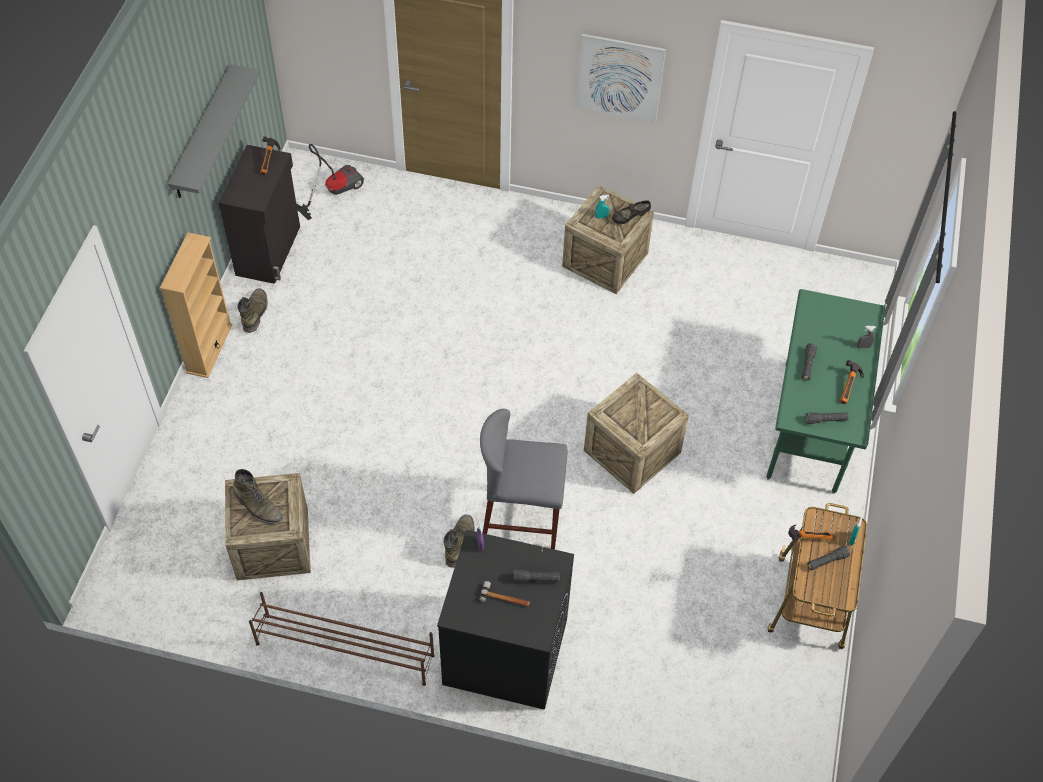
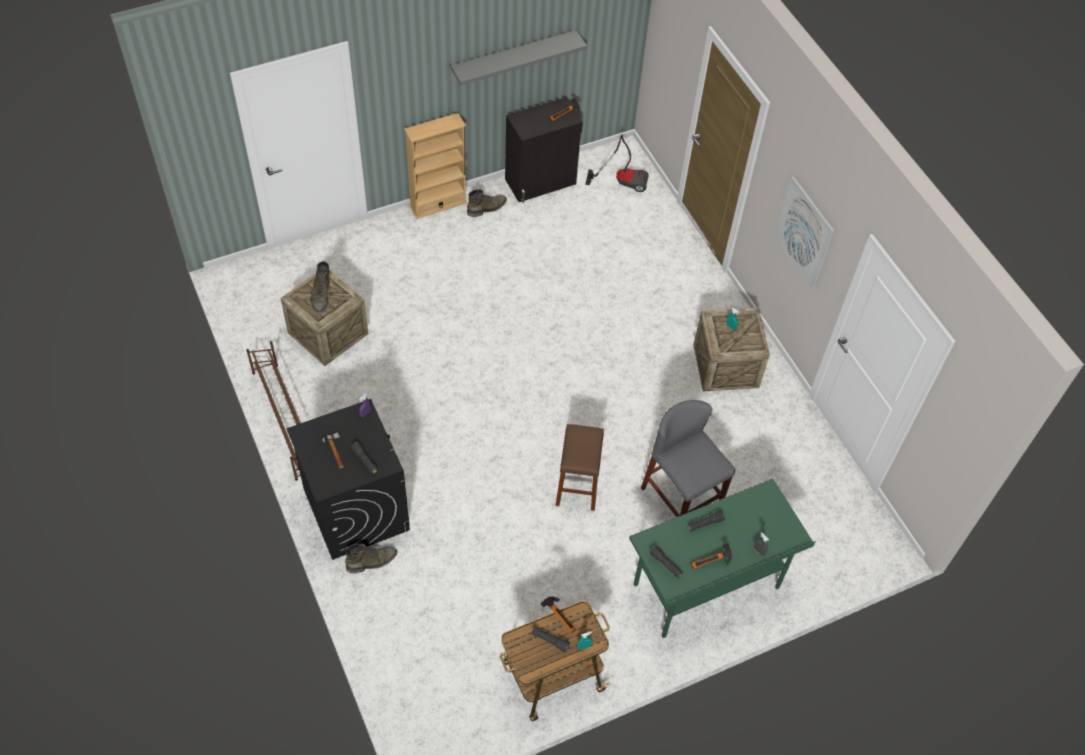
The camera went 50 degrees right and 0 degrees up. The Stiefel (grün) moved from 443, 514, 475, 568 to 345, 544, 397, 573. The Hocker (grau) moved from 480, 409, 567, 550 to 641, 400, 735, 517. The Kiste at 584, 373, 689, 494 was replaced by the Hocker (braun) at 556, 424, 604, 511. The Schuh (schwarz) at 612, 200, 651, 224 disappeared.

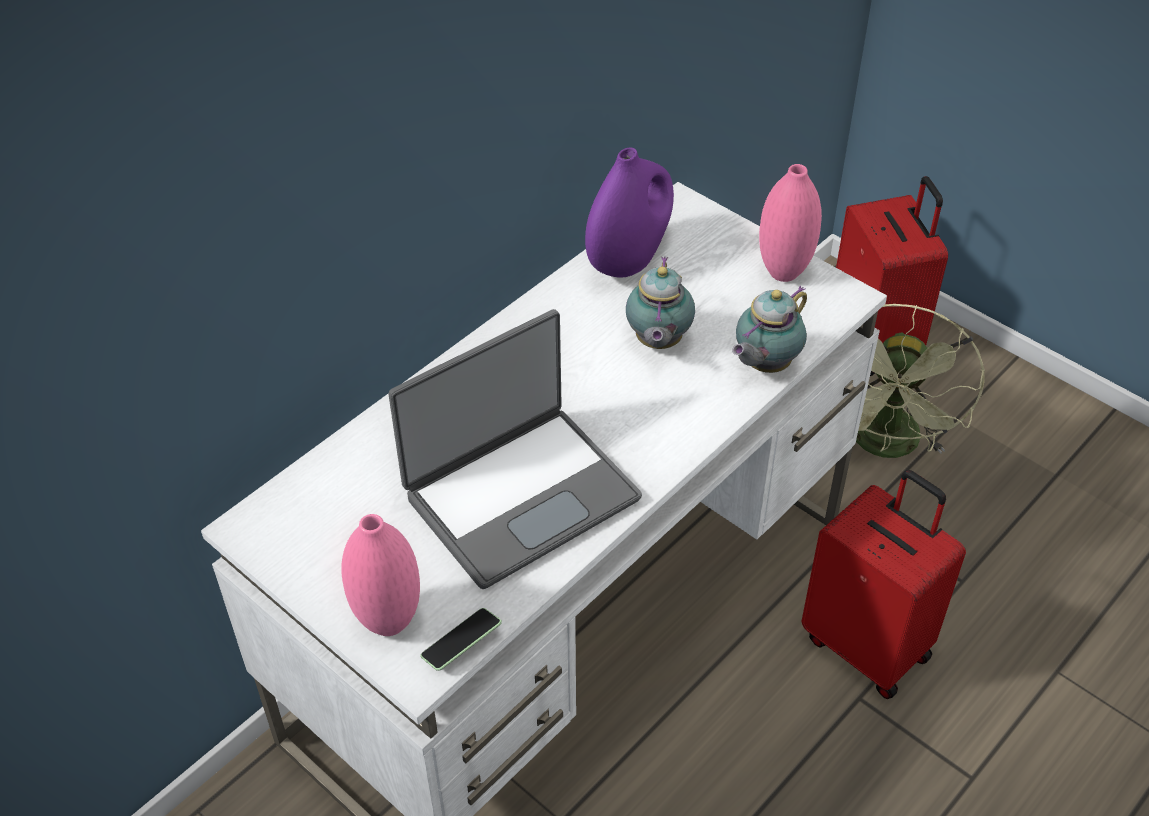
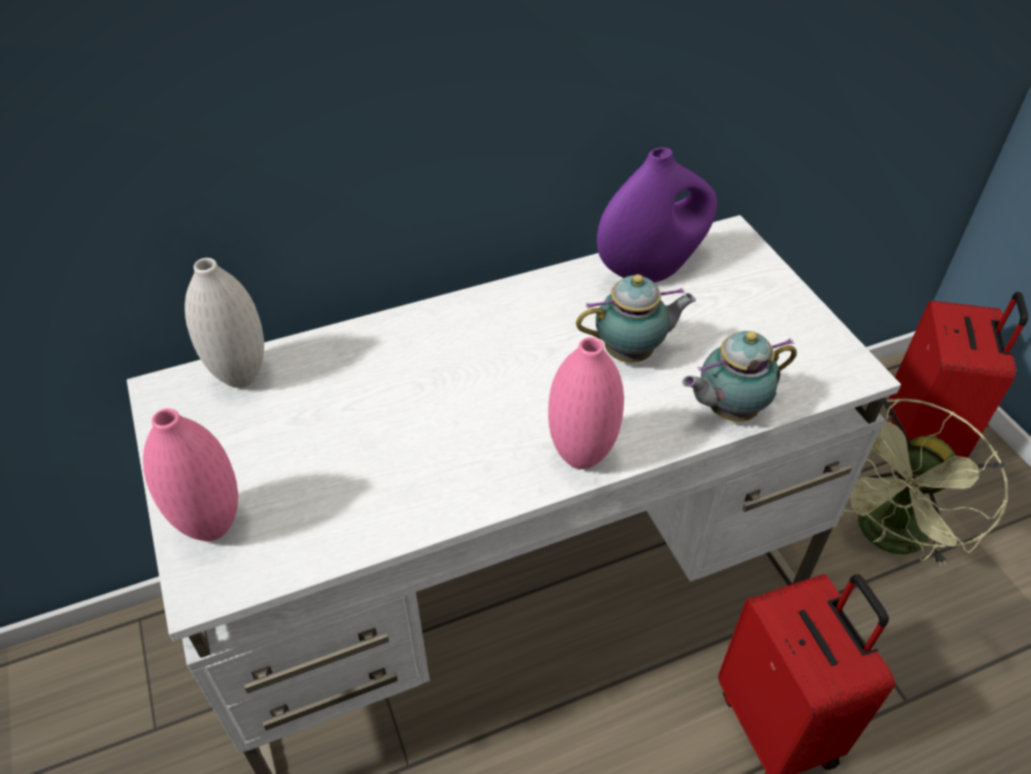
The camera went 25 degrees right and 0 degrees up. The Laptop at 389, 309, 642, 589 disappeared. The Handy at 420, 608, 502, 671 disappeared. The Teekanne at 626, 257, 695, 349 turned 135 degrees counterclockwise. The Vase (rosa) moved from 759, 164, 822, 282 to 548, 337, 624, 469. The Vase (weiß) at 185, 258, 264, 388 appeared.

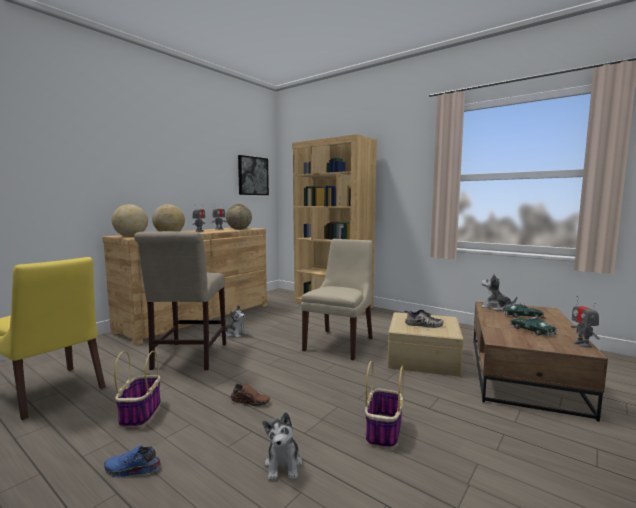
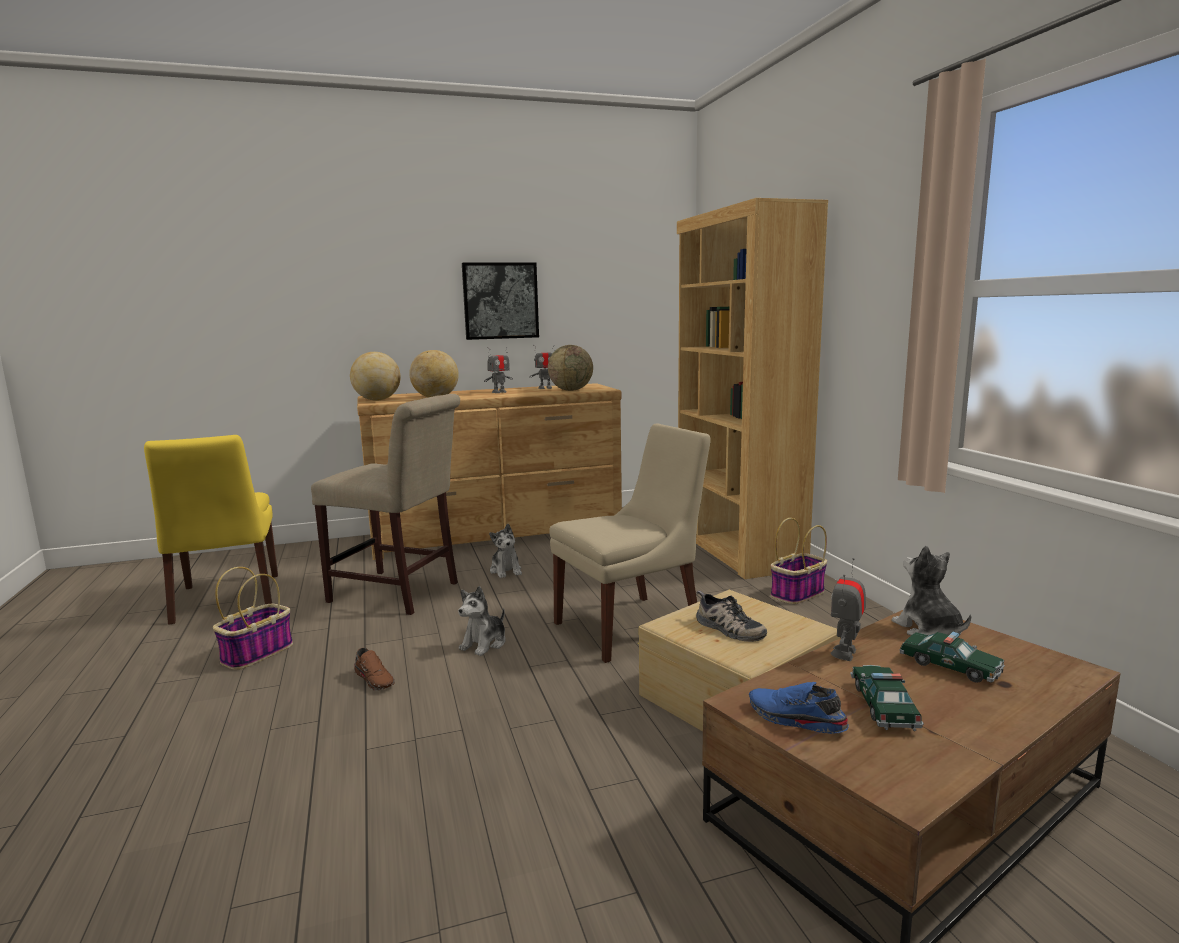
The camera went 35 degrees right and 5 degrees up. The Schuh (blau) moved from 104, 445, 161, 477 to 749, 682, 849, 734. The Stuhl (beige) at 134, 231, 226, 370 turned 105 degrees counterclockwise. The Bild moved from 238, 155, 269, 195 to 462, 262, 539, 340. The Plüschtier moved from 262, 412, 303, 481 to 458, 586, 506, 656. The Korb moved from 365, 361, 404, 449 to 771, 518, 827, 604. The Spielzeugroboter moved from 571, 296, 600, 348 to 831, 558, 866, 661.

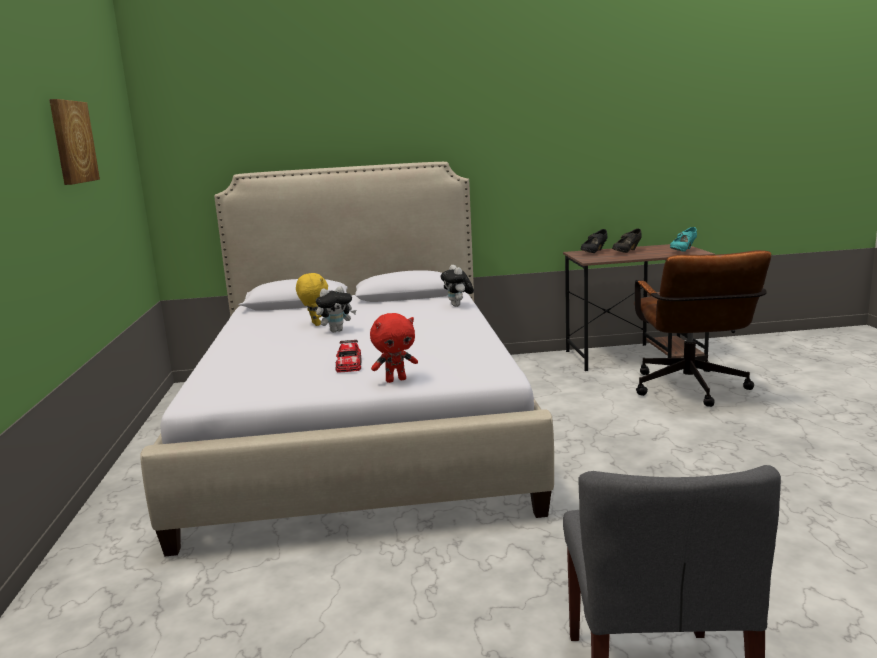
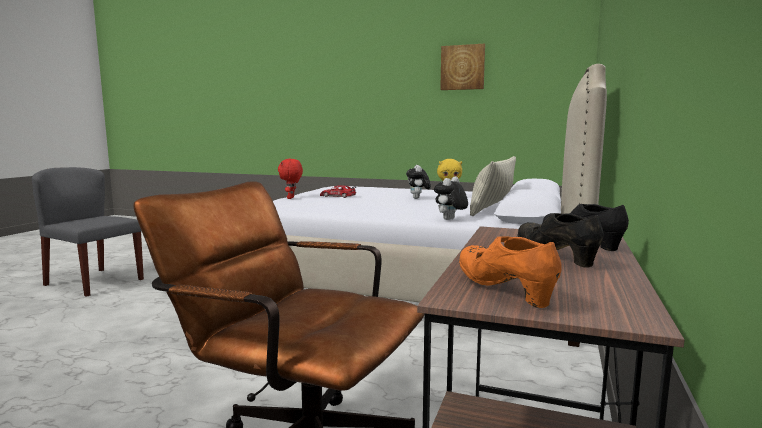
The camera went 115 degrees right and 5 degrees down. The Plüschtier at 441, 265, 474, 307 turned 60 degrees counterclockwise. The Schuh (türkis) at 670, 227, 697, 252 became the Schuh (orange) at 459, 236, 562, 308. The Kissen at 470, 156, 516, 216 appeared.

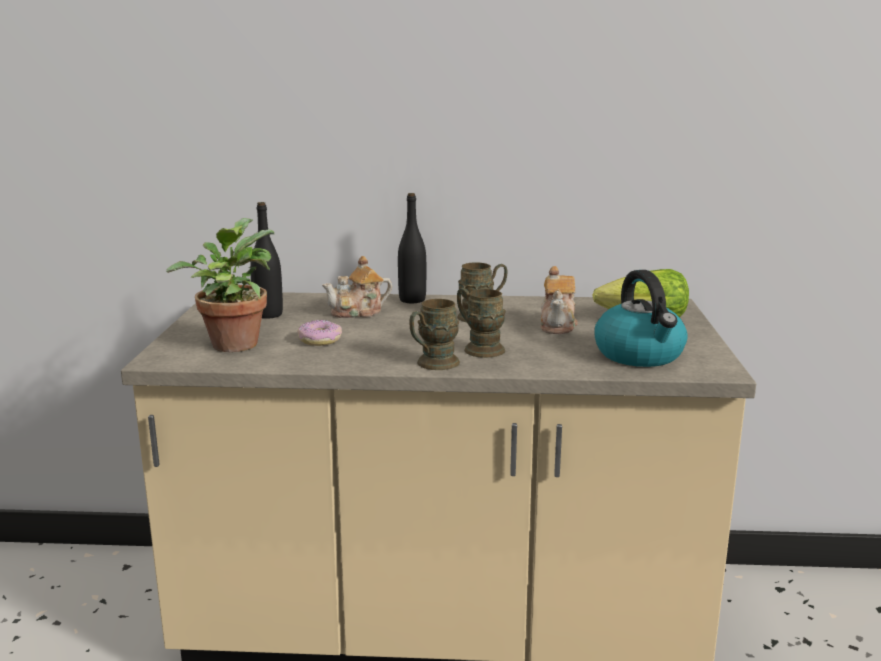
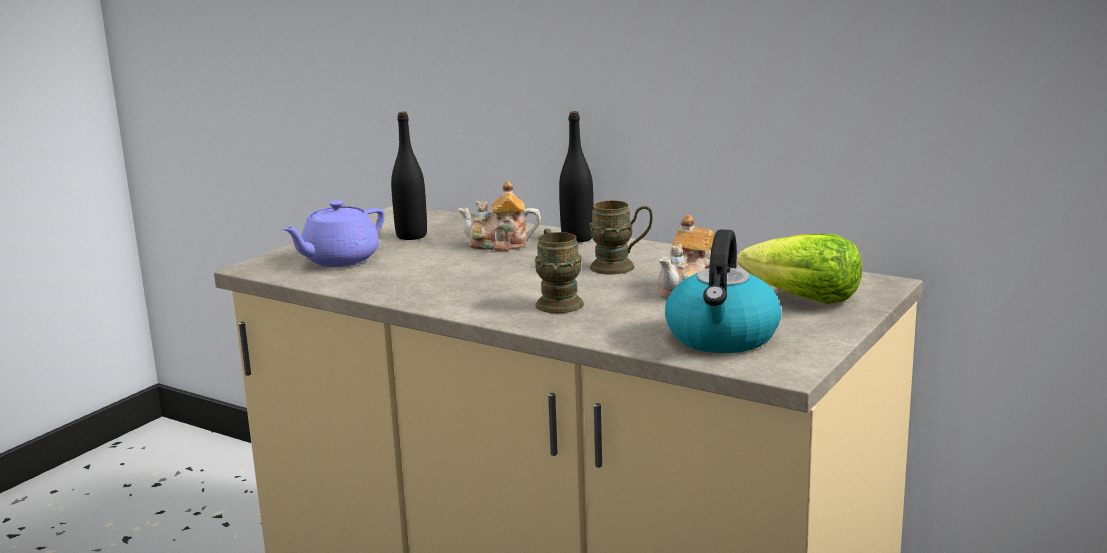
The camera went 30 degrees right and 0 degrees up. The Topfpflanze at 166, 218, 274, 352 was replaced by the Teekanne (lila) at 282, 200, 385, 267. The Donut at 297, 320, 342, 346 disappeared. The Henkelbecher (braun) at 410, 299, 460, 370 disappeared.

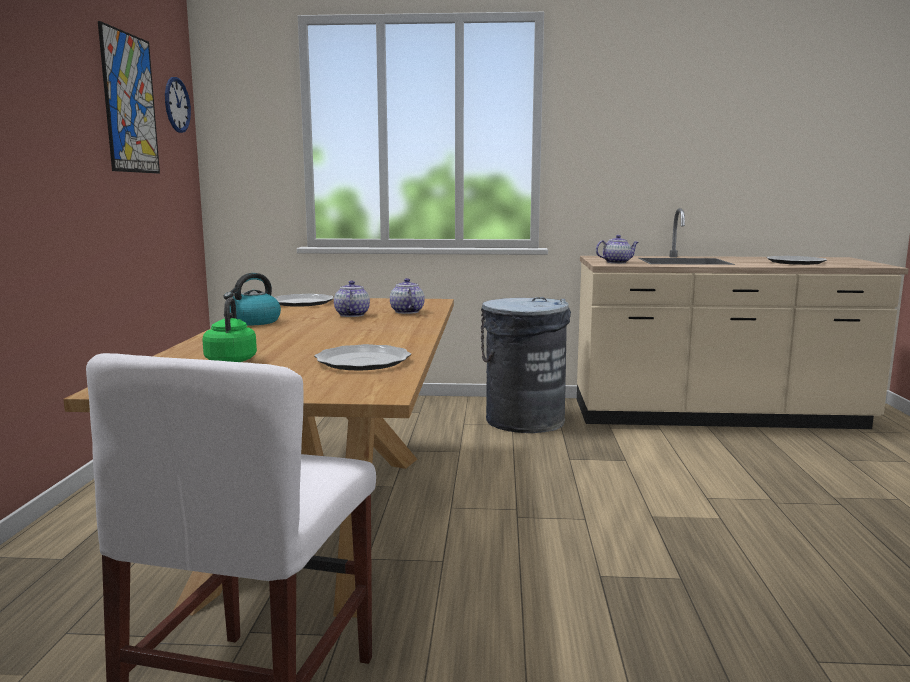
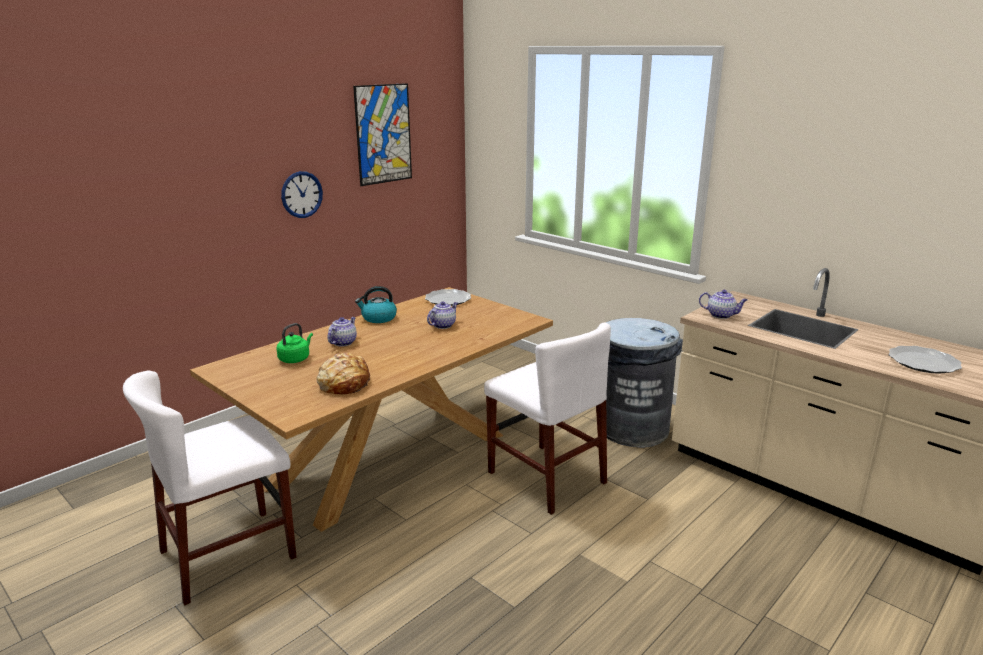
The camera went 40 degrees right and 10 degrees up. The Wanduhr moved from 165, 77, 191, 133 to 281, 171, 323, 218. The Teller at 314, 344, 411, 370 was replaced by the Brot at 317, 353, 370, 394. The Teekanne moved from 390, 278, 425, 314 to 328, 317, 357, 346. The Stuhl (weiß) at 484, 322, 611, 515 appeared.

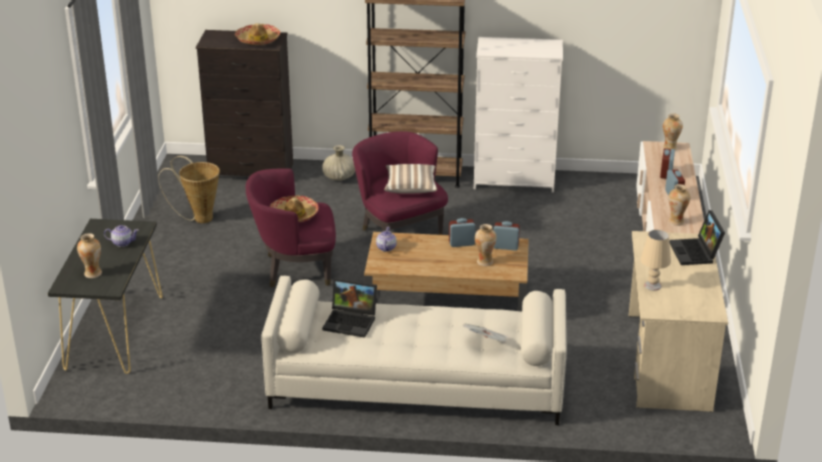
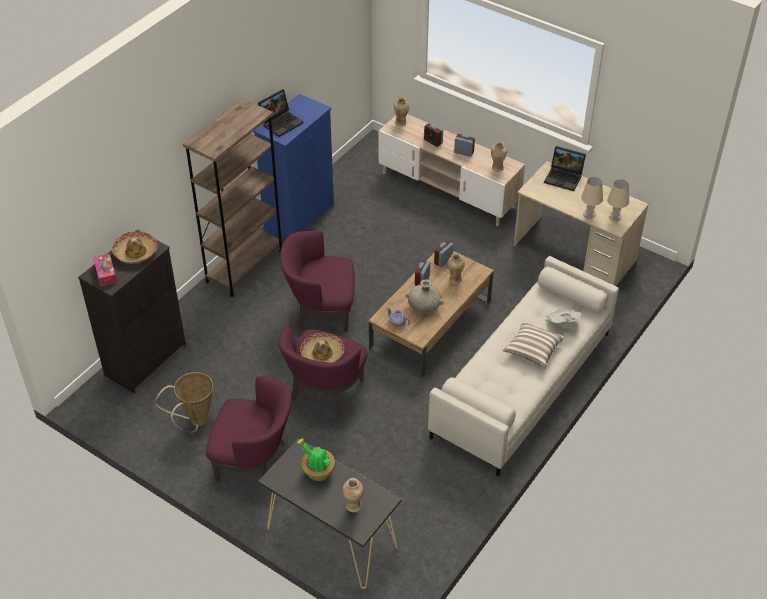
The camera went 60 degrees left and 15 degrees up. The Teekanne at 104, 225, 139, 247 was replaced by the Topfpflanze at 297, 438, 335, 481. The Vase (beige) moved from 322, 145, 355, 181 to 405, 280, 444, 313. The Laptop moved from 322, 278, 377, 338 to 258, 89, 304, 137. The Kissen moved from 384, 164, 437, 194 to 503, 321, 565, 369. The Kommode (weiß) at 474, 37, 563, 193 became the Kommode (blau) at 253, 94, 334, 240. The Taschentuchbox at 93, 254, 117, 286 appeared. The Sessel (lila) at 206, 376, 291, 482 appeared. The Tischlampe (beige) at 607, 179, 629, 221 appeared.

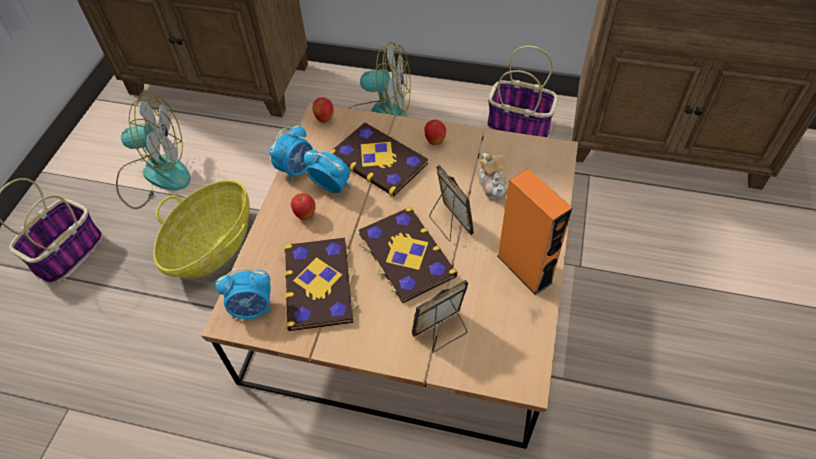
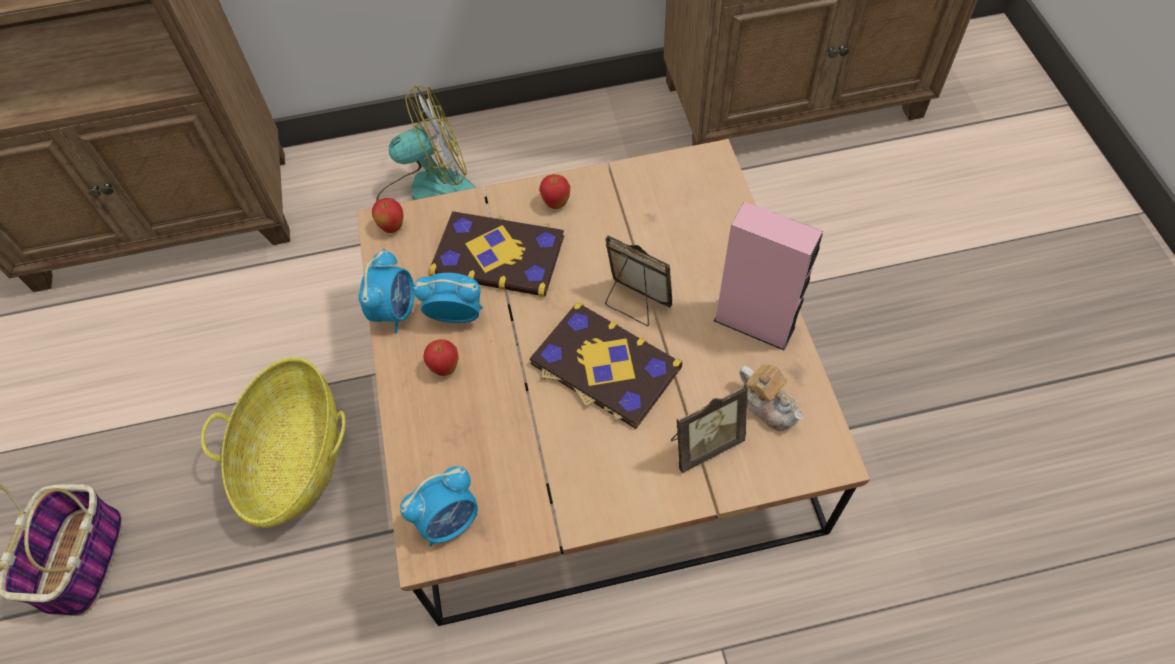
The camera went 25 degrees left and 5 degrees up. The Ventilator at 116, 94, 191, 209 disappeared. The Buch at 284, 237, 359, 331 disappeared. The Bilderrahmen at 412, 280, 468, 353 turned 150 degrees counterclockwise. The Teekanne moved from 479, 153, 508, 201 to 739, 365, 804, 431. The Korb at 487, 46, 557, 137 disappeared. The Lautsprecher (orange) at 497, 169, 572, 295 became the Lautsprecher (rosa) at 714, 202, 823, 350.

